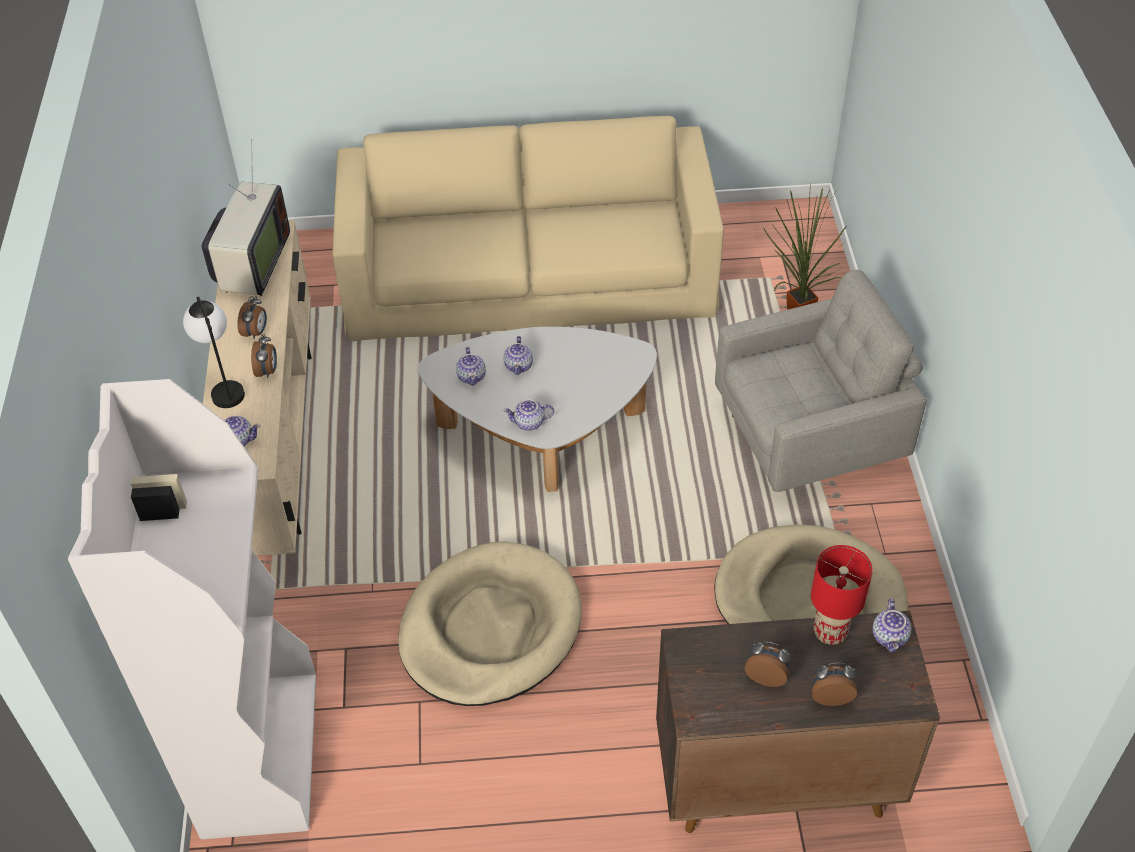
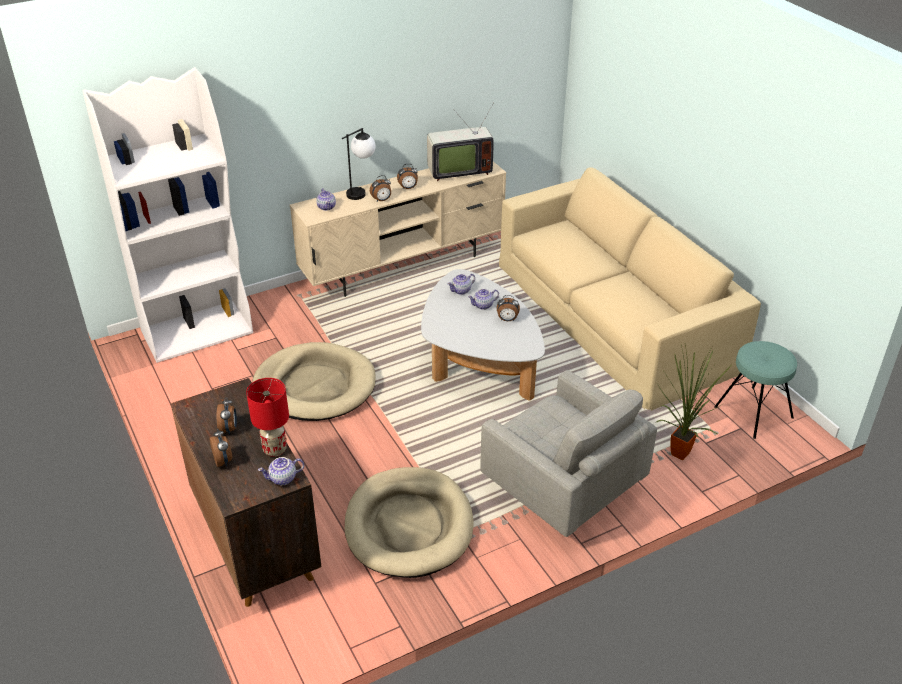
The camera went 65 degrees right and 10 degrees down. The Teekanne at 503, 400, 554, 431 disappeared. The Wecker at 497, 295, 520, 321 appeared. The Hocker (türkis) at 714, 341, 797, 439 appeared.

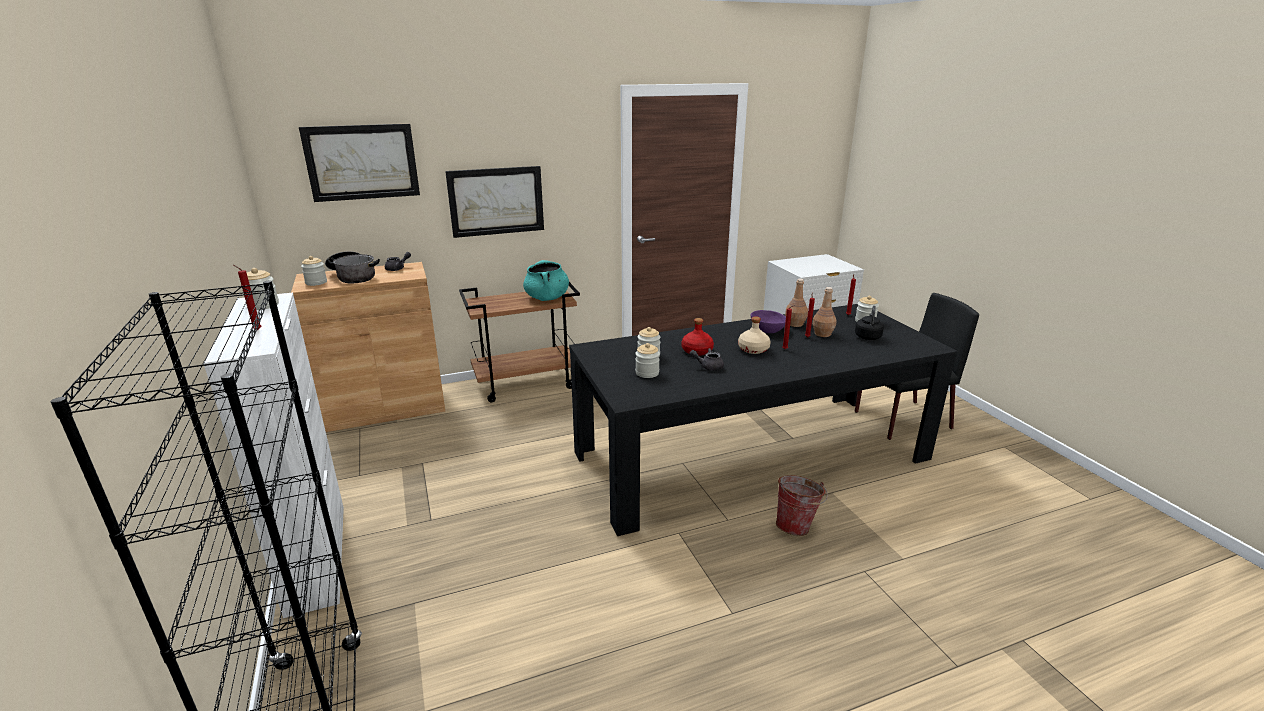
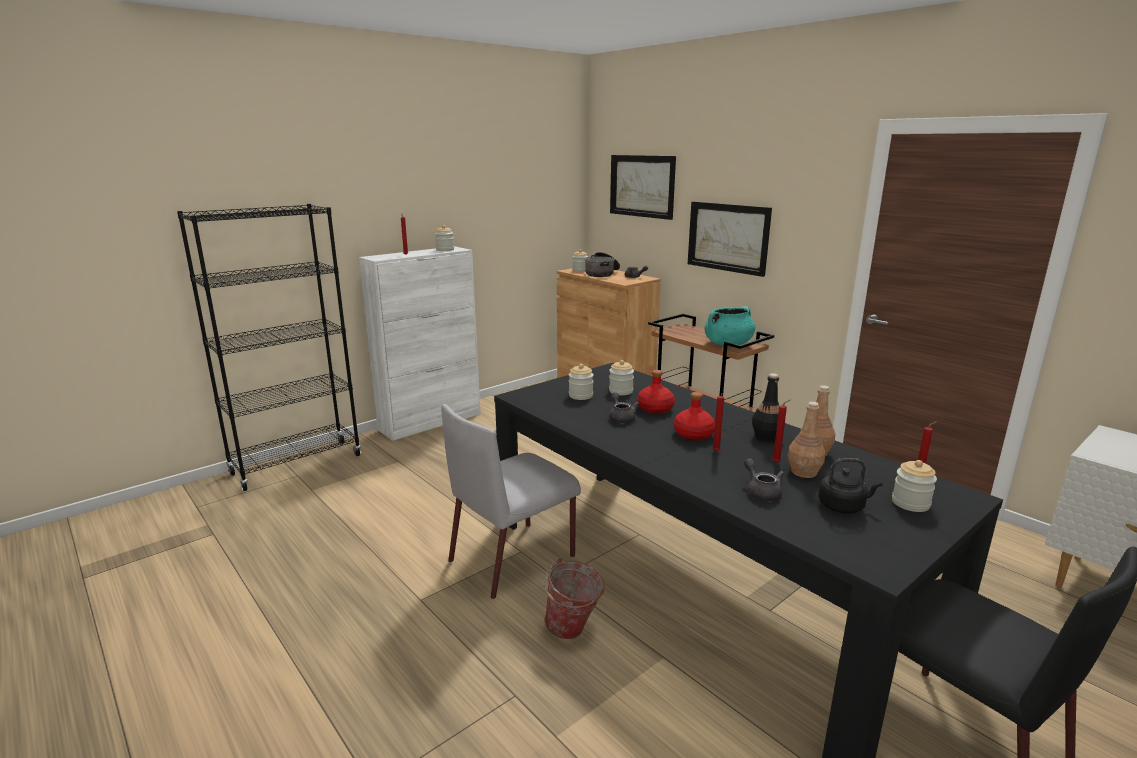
The camera went 70 degrees right and 5 degrees down. The Flasche (beige) at 738, 316, 771, 354 became the Flasche (rot) at 674, 392, 715, 440. The Schüssel (lila) at 751, 310, 786, 333 was replaced by the Flasche (schwarz) at 752, 373, 785, 442. The Stuhl (grau) at 441, 404, 581, 599 appeared. The Teekanne (grau) at 744, 459, 784, 501 appeared.

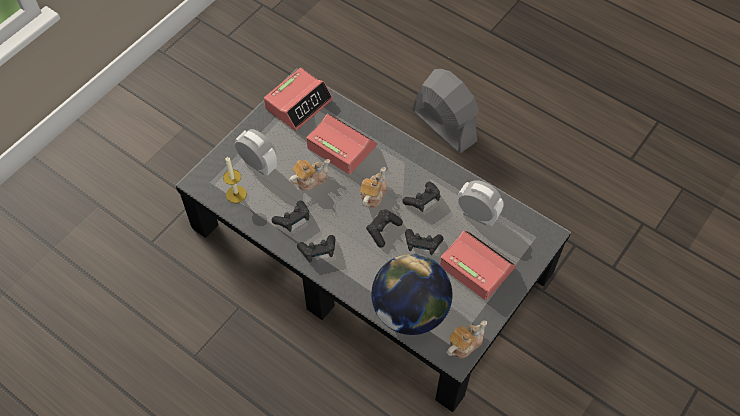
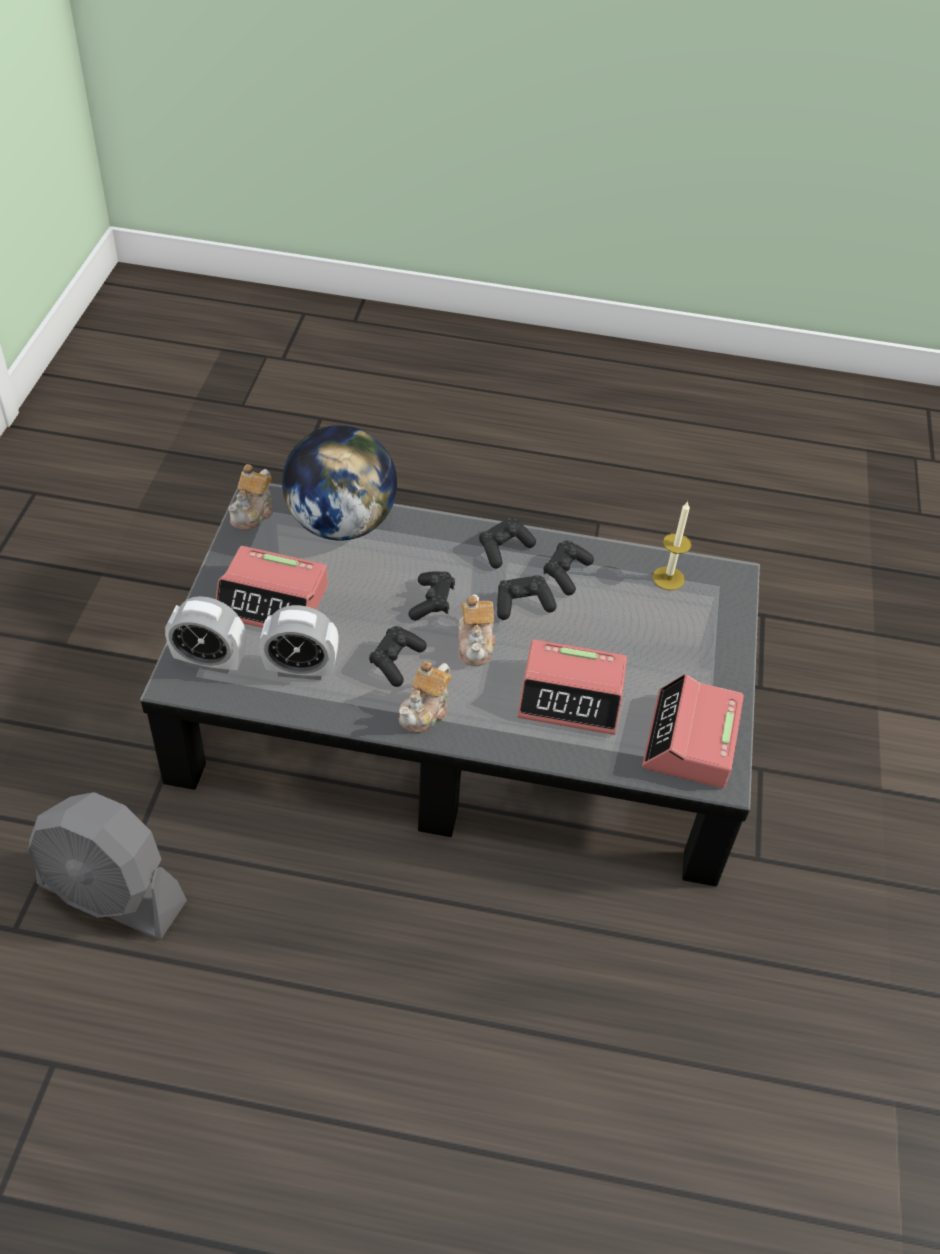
The camera went 150 degrees right and 10 degrees down. The Wecker moved from 235, 129, 277, 176 to 165, 596, 246, 674. The Teekanne moved from 289, 159, 330, 191 to 399, 661, 451, 733. The Gamepad (schwarz) moved from 405, 229, 443, 255 to 497, 575, 557, 620. The Ventilator (grau) moved from 412, 69, 479, 153 to 28, 792, 187, 939.

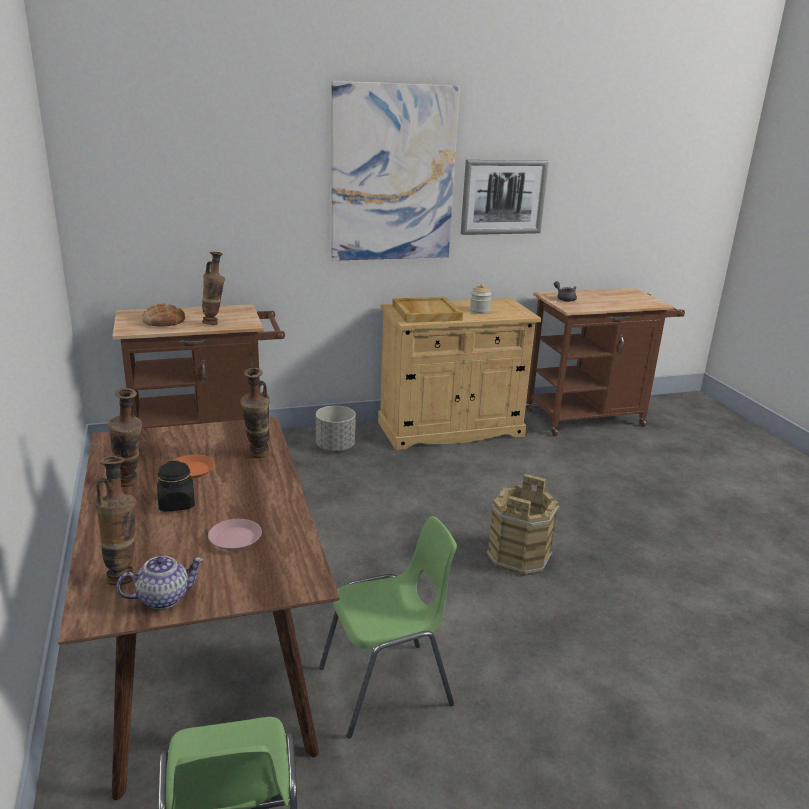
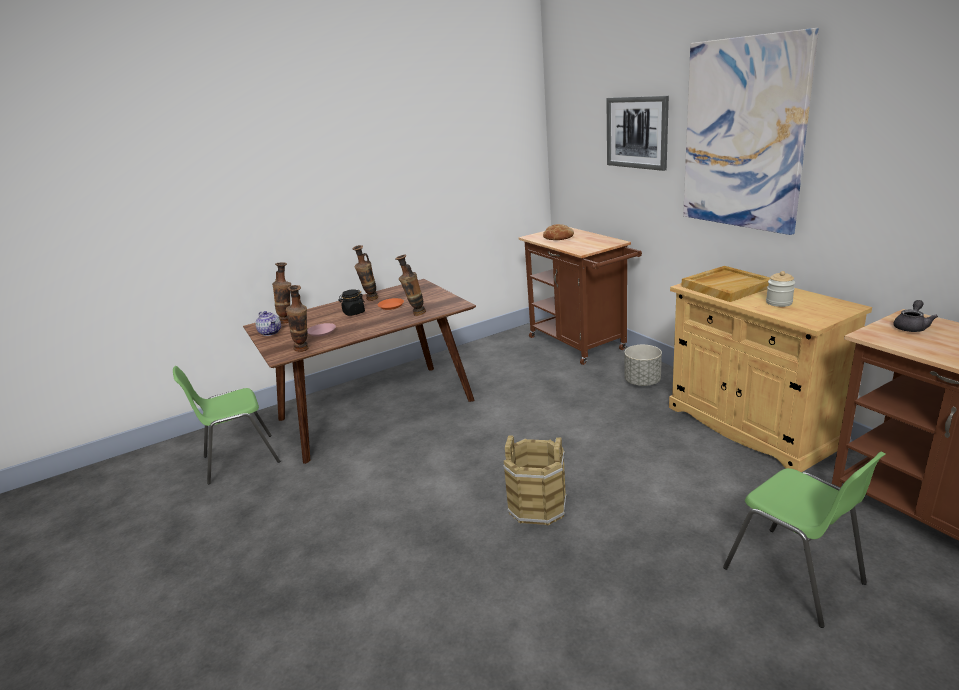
The camera went 80 degrees right and 0 degrees up. The Vase moved from 202, 252, 225, 325 to 286, 285, 308, 352. The Stuhl (grün) moved from 319, 516, 457, 738 to 723, 452, 886, 628. The Bild moved from 461, 160, 549, 235 to 606, 96, 669, 171.

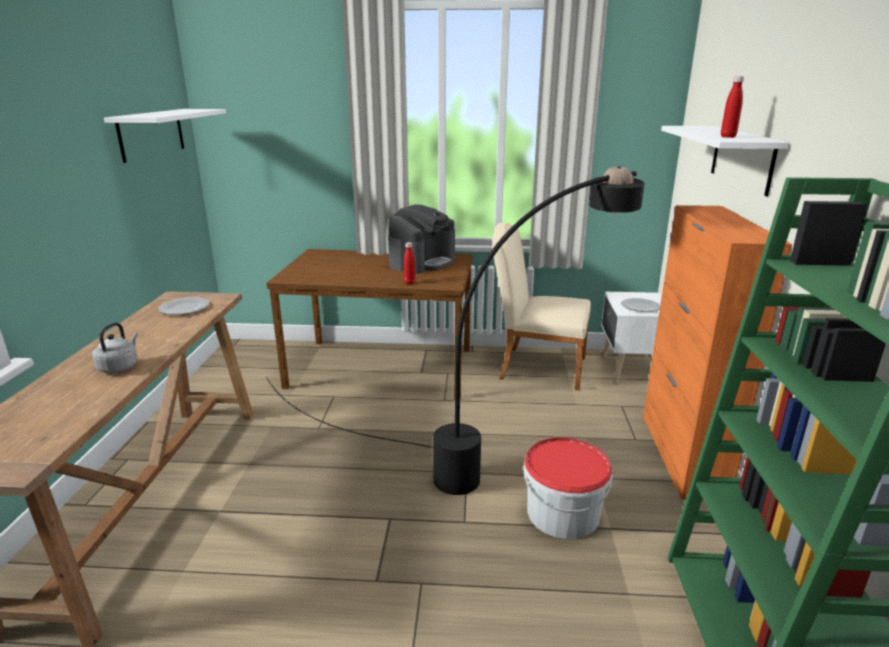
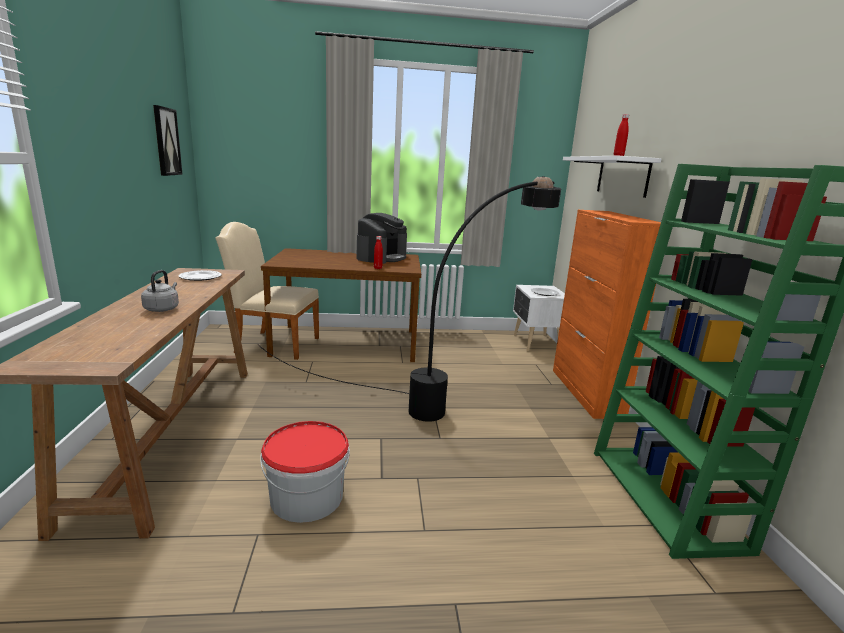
The camera went 10 degrees left and 5 degrees down. The Wandregal (weiß) at 104, 109, 226, 163 was replaced by the Bild at 153, 105, 183, 176. The Stuhl (beige) moved from 492, 223, 591, 390 to 215, 222, 319, 360. The Eimer moved from 523, 437, 612, 539 to 260, 421, 350, 523.

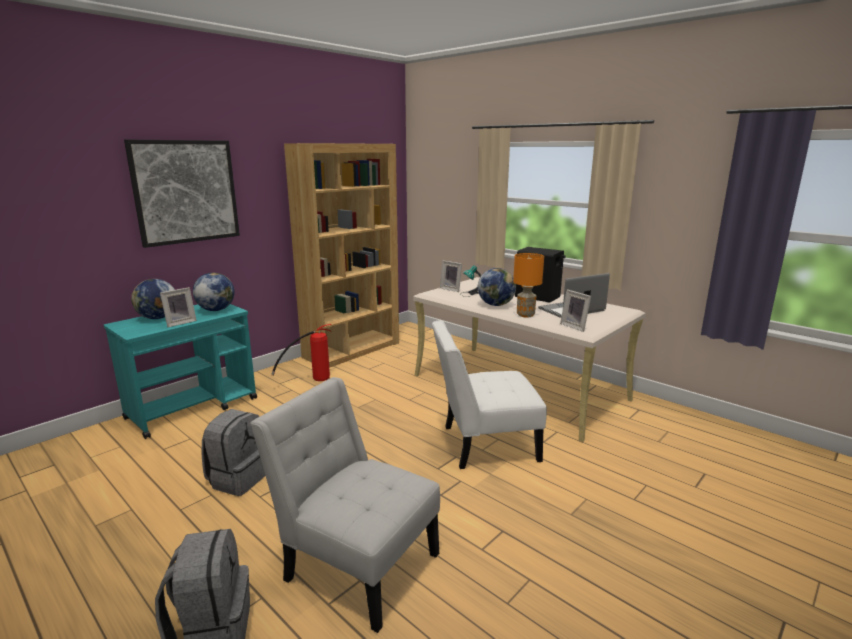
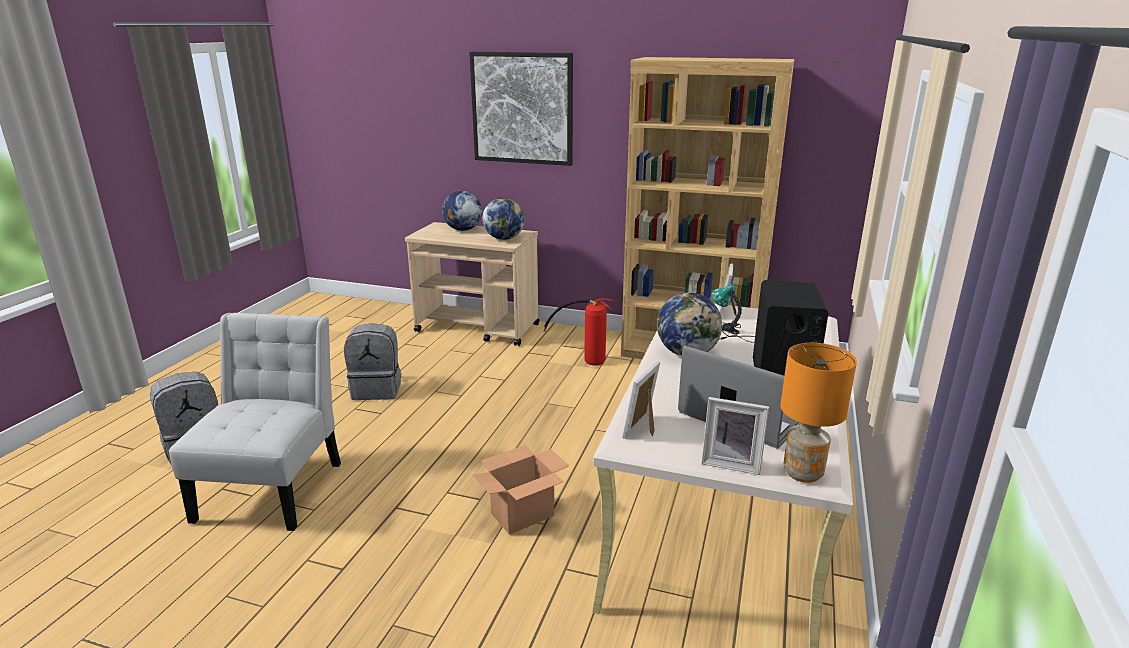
The camera went 65 degrees right and 5 degrees up. The Rollwagen (türkis) at 104, 304, 257, 439 became the Rollwagen (beige) at 405, 222, 539, 346. The Bilderrahmen moved from 160, 287, 197, 327 to 701, 397, 769, 475. The Stuhl (weiß) at 432, 320, 547, 469 was replaced by the Karton at 473, 445, 569, 535. The Tischlampe (orange) moved from 513, 253, 544, 317 to 781, 343, 857, 483.

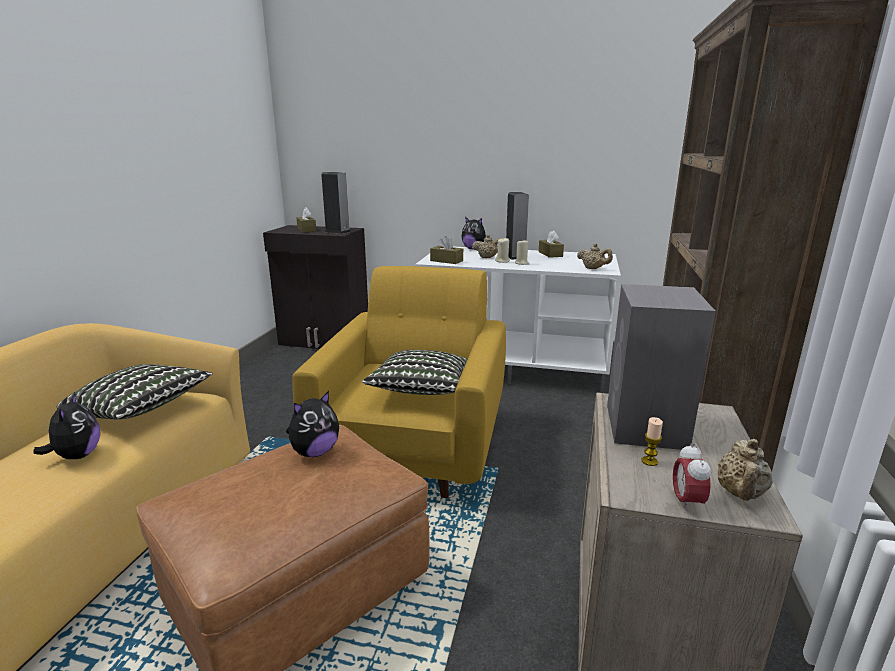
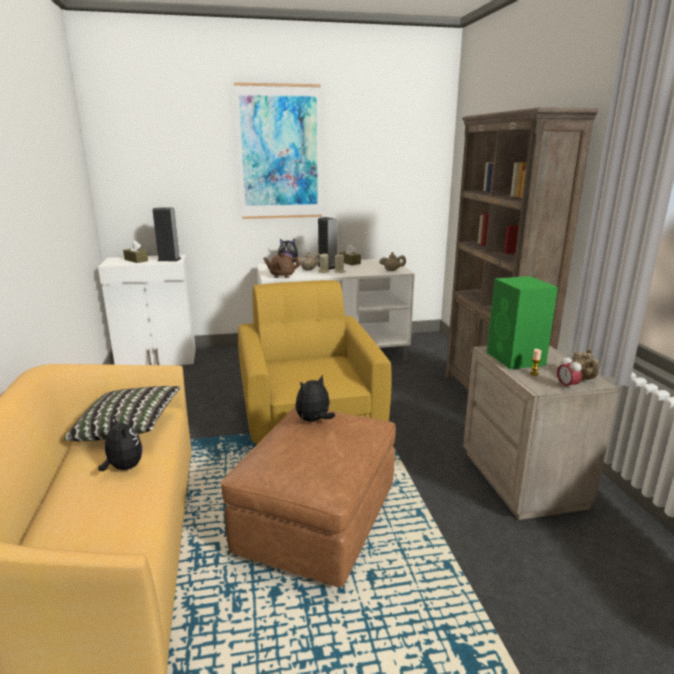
The camera went 25 degrees left and 0 degrees up. The Schrank (schwarz) at 263, 225, 368, 349 became the Schrank (weiß) at 98, 255, 196, 365. The Plüschtier at 286, 391, 339, 457 turned 150 degrees counterclockwise. The Kissen at 362, 350, 468, 395 disappeared. The Taschentuchbox (braun) at 430, 236, 463, 264 was replaced by the Teekanne (braun) at 263, 253, 300, 278. The Lautsprecher (grau) at 607, 284, 716, 450 became the Lautsprecher (grün) at 487, 276, 558, 369. The Bild at 234, 82, 322, 219 appeared.

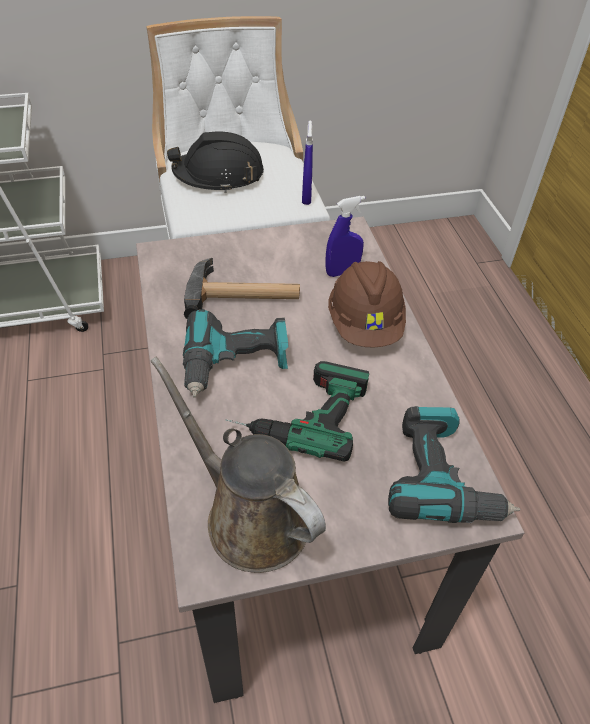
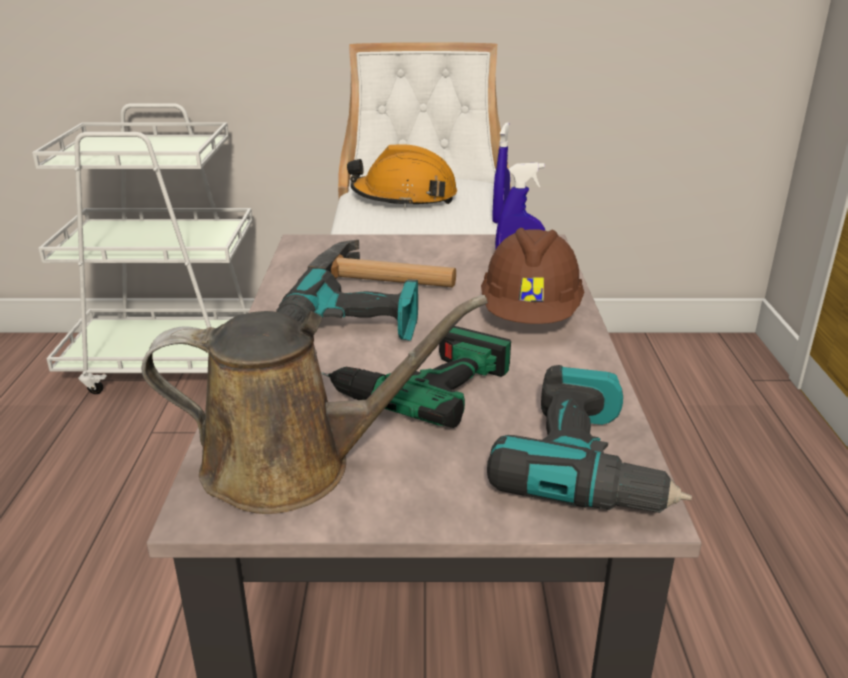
The camera went 15 degrees right and 20 degrees down. The Gießkanne (braun) at 151, 357, 326, 573 turned 120 degrees clockwise. The Schutzhelm (schwarz) at 167, 131, 264, 193 became the Schutzhelm (orange) at 347, 145, 457, 208.

